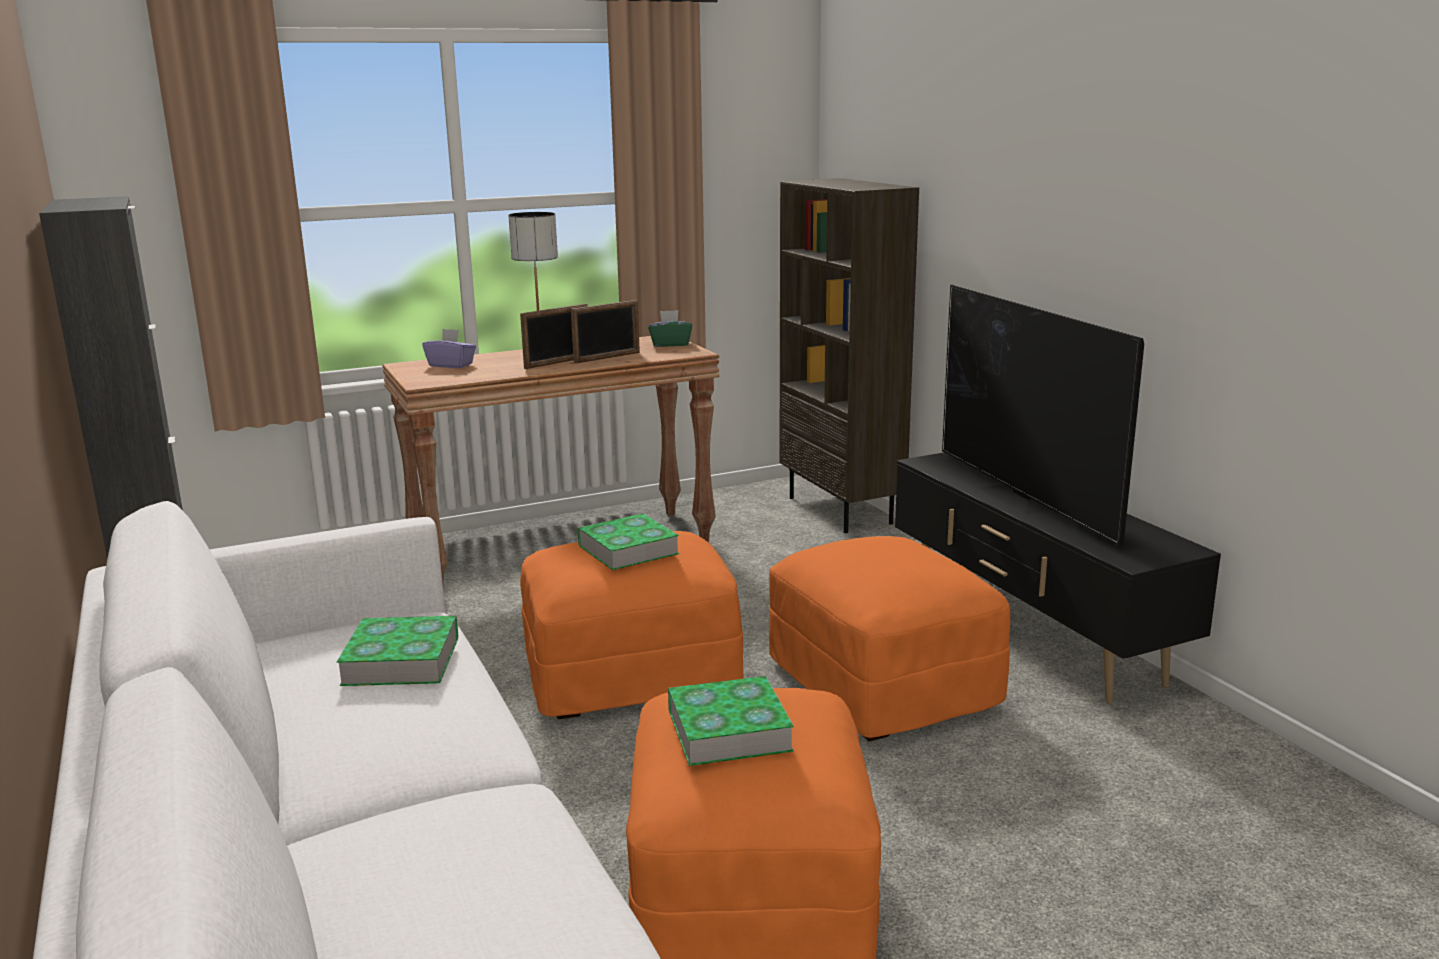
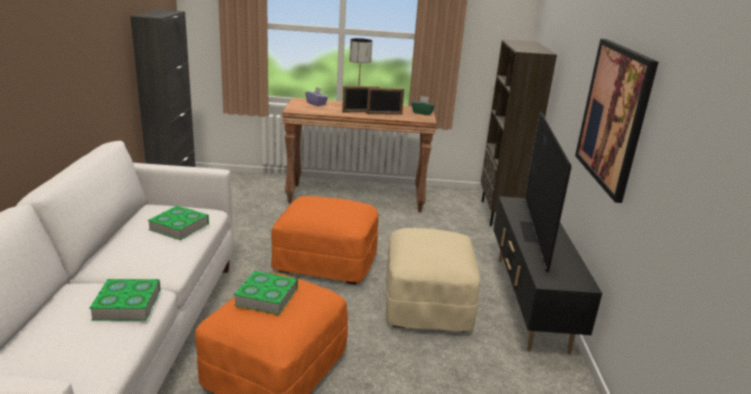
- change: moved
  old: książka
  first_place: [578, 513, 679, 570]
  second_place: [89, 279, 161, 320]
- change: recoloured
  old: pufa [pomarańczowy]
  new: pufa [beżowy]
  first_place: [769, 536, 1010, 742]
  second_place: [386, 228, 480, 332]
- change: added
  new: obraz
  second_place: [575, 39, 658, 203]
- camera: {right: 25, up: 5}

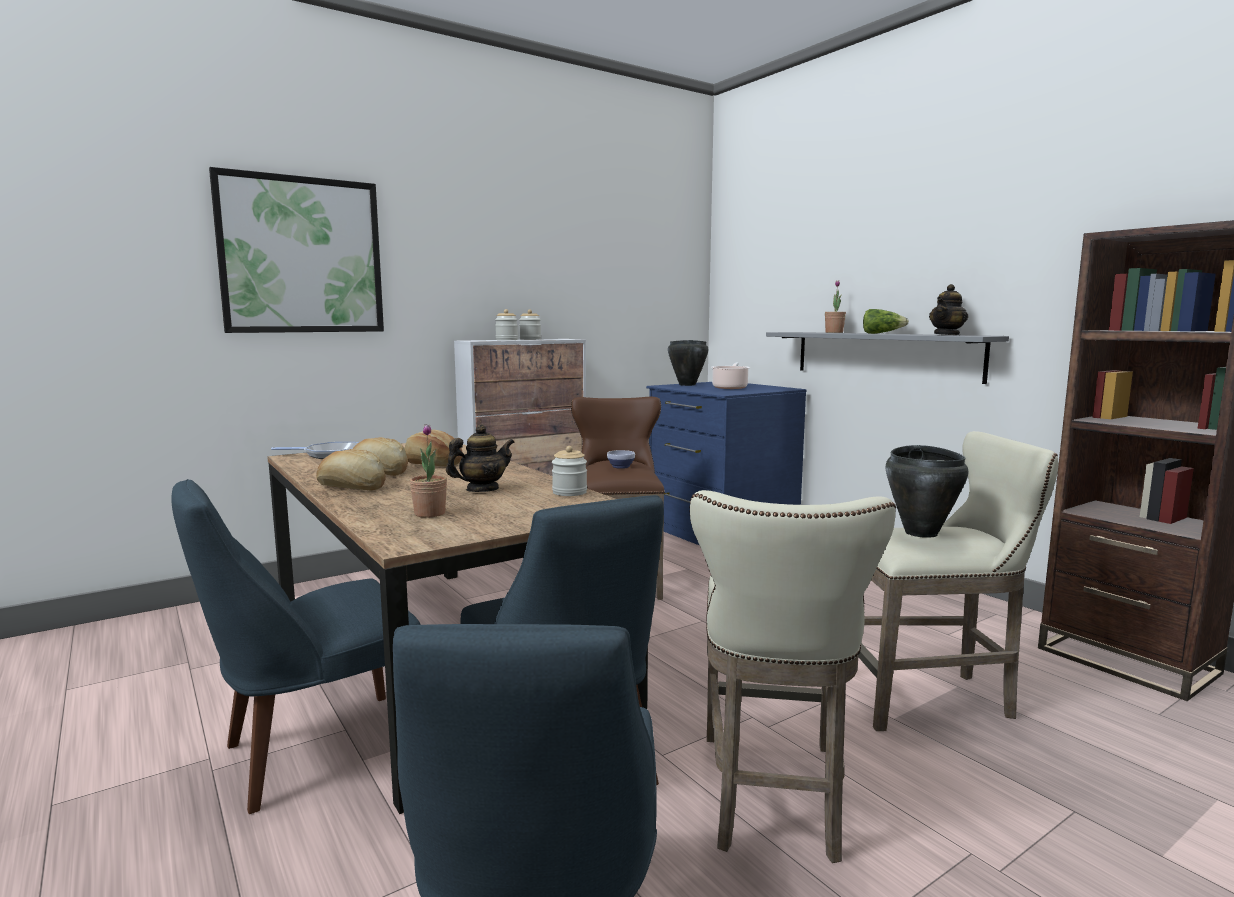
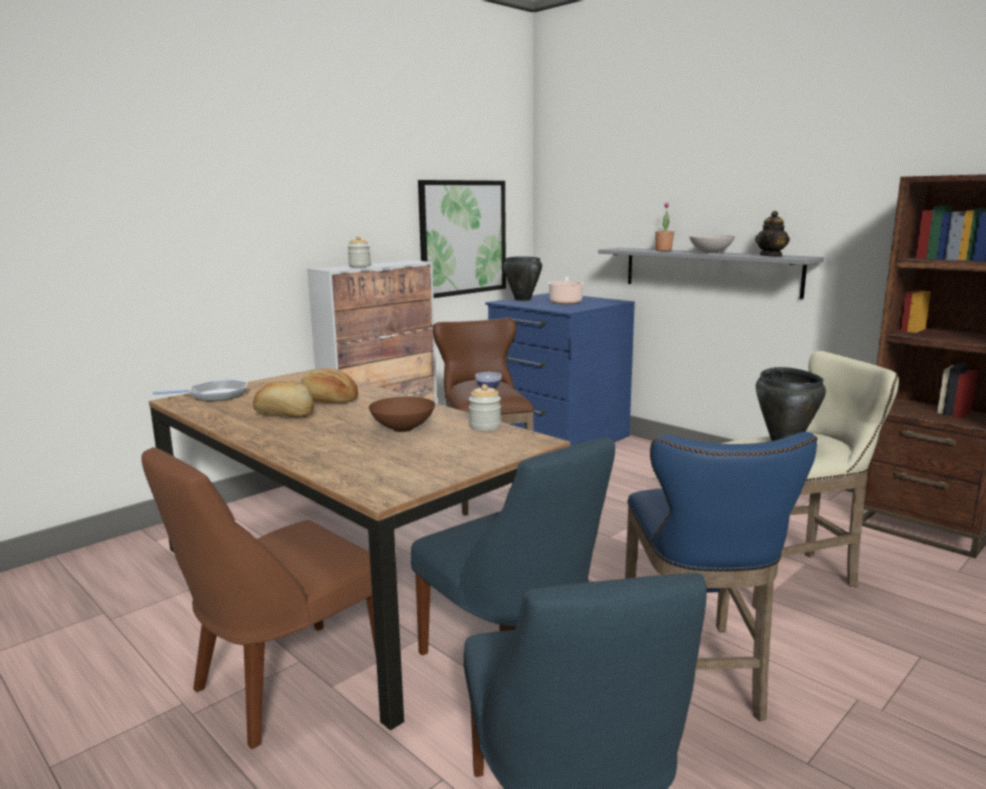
- change: recoloured
  old: krzesło [niebieski]
  new: krzesło [brązowy]
  first_place: [172, 479, 421, 814]
  second_place: [141, 447, 376, 749]
- change: moved
  old: obraz
  first_place: [209, 167, 384, 333]
  second_place: [418, 180, 506, 298]
- change: removed
  old: chleb
  first_place: [316, 449, 386, 491]
- change: removed
  old: roślina doniczkowa
  first_place: [410, 424, 447, 518]
- change: replaced
  old: imbryk
  new: miska [brązowy]
  first_place: [446, 424, 515, 492]
  second_place: [369, 397, 435, 432]
- change: removed
  old: słoik
  first_place: [519, 310, 541, 340]
- change: recoloured
  old: stołek [beżowy]
  new: stołek [niebieski]
  first_place: [689, 490, 896, 863]
  second_place: [625, 432, 817, 722]
- change: replaced
  old: sałata
  new: miska [biały]
  first_place: [863, 309, 909, 334]
  second_place: [689, 235, 735, 254]
- camera: {right: -10, up: 5}

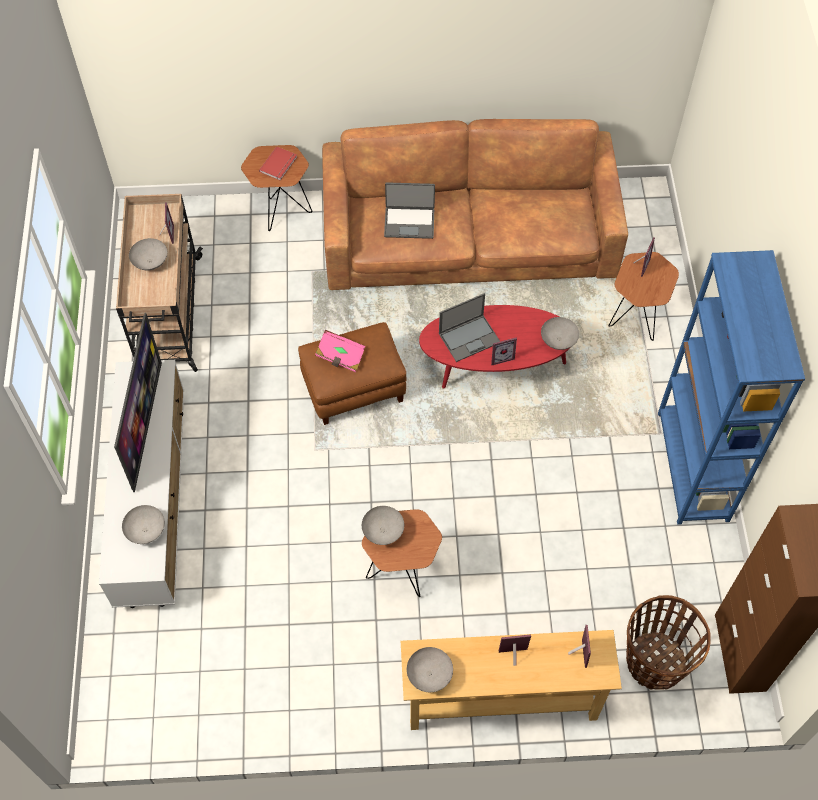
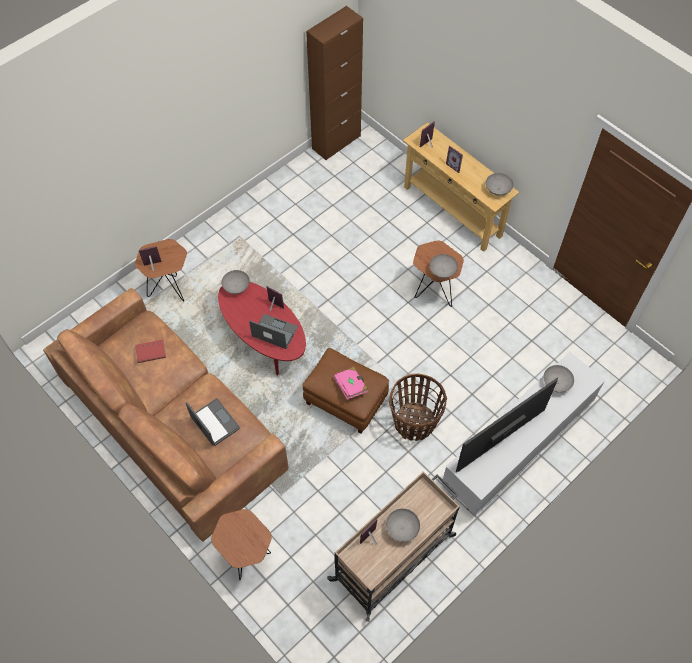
- change: moved
  old: książka [czerwony]
  first_place: [259, 146, 297, 180]
  second_place: [135, 340, 166, 363]
- change: moved
  old: koszyk
  first_place: [626, 595, 711, 690]
  second_place: [389, 374, 447, 441]
- change: removed
  old: regał [niebieski]
  first_place: [658, 250, 805, 525]
- camera: {right: -130, up: 0}

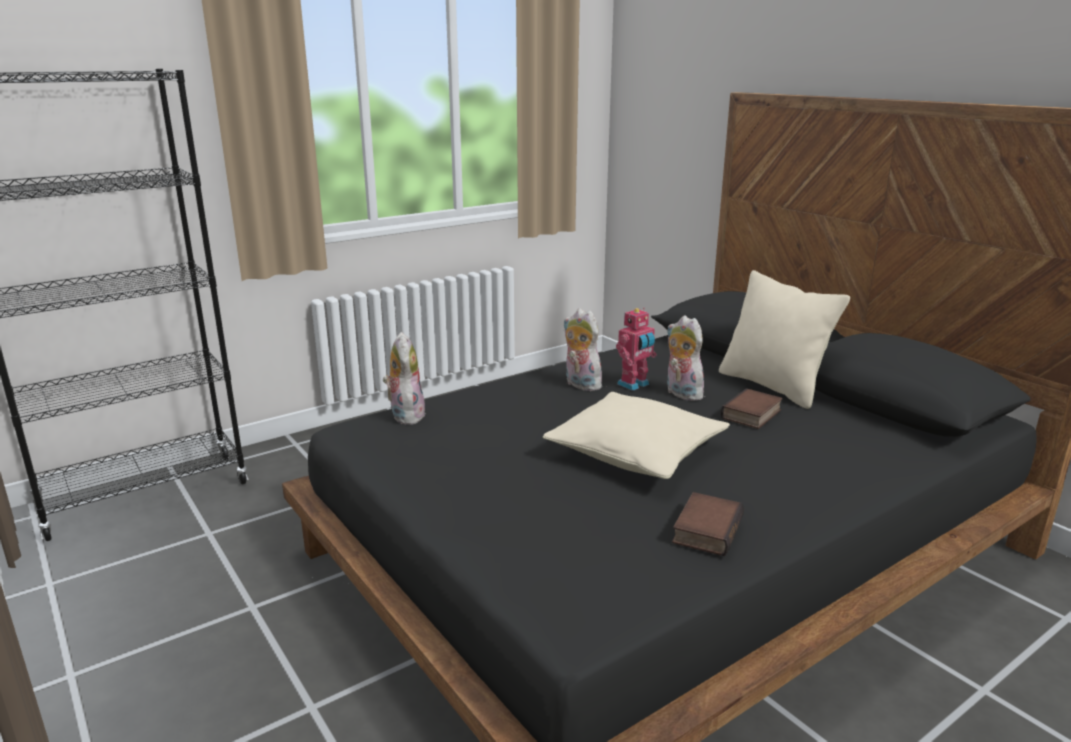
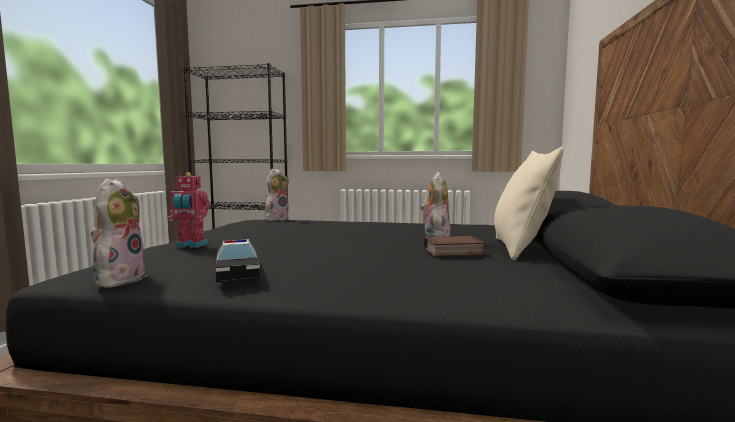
- change: removed
  old: poduszka [beżowy]
  first_place: [543, 392, 730, 479]
- change: moved
  old: pluszak
  first_place: [564, 308, 602, 391]
  second_place: [90, 178, 147, 288]
- change: moved
  old: robot zabawkowy
  first_place: [616, 308, 657, 391]
  second_place: [168, 172, 210, 248]
- change: replaced
  old: książka
  new: samochodzik
  first_place: [672, 492, 744, 556]
  second_place: [215, 239, 260, 282]
- camera: {right: 45, up: -15}

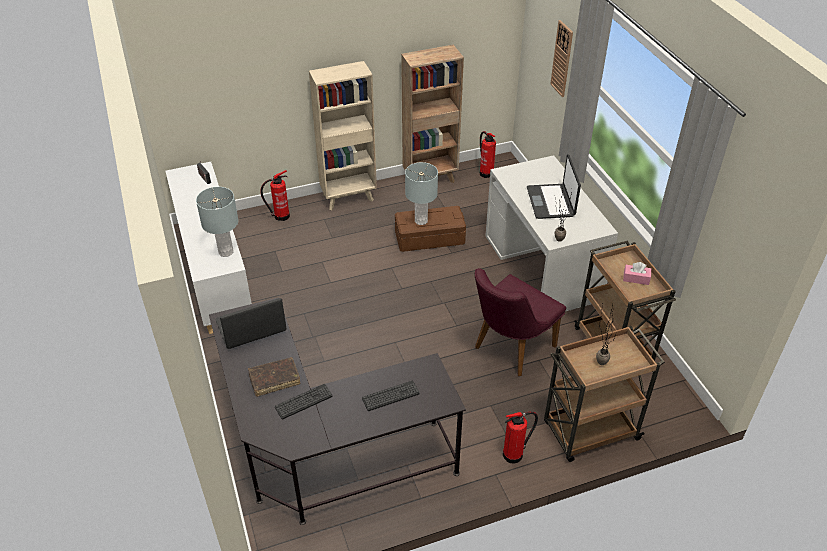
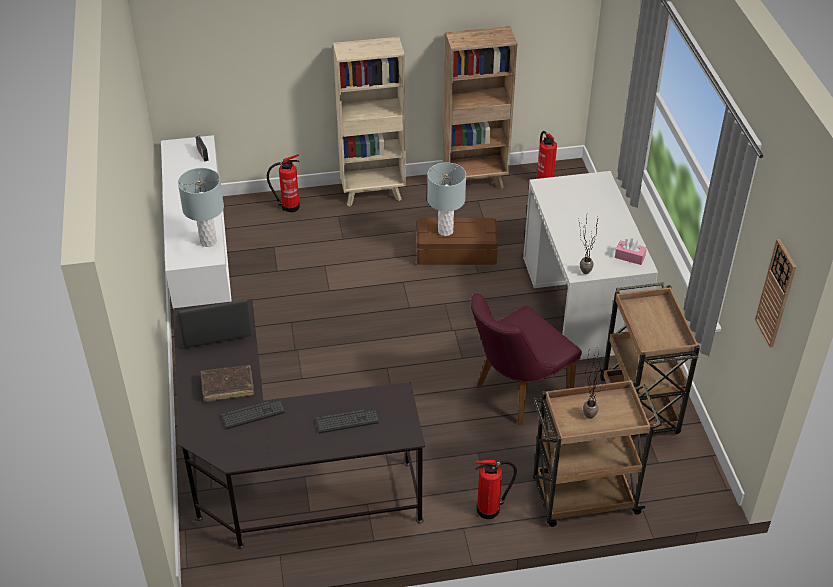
- change: removed
  old: laptop
  first_place: [527, 154, 581, 219]
- change: moved
  old: zegar ścienny
  first_place: [550, 20, 573, 97]
  second_place: [755, 239, 796, 348]
- change: moved
  old: pudełko chusteczek [różowy]
  first_place: [623, 262, 651, 285]
  second_place: [615, 238, 647, 265]
- camera: {right: 10, up: 0}

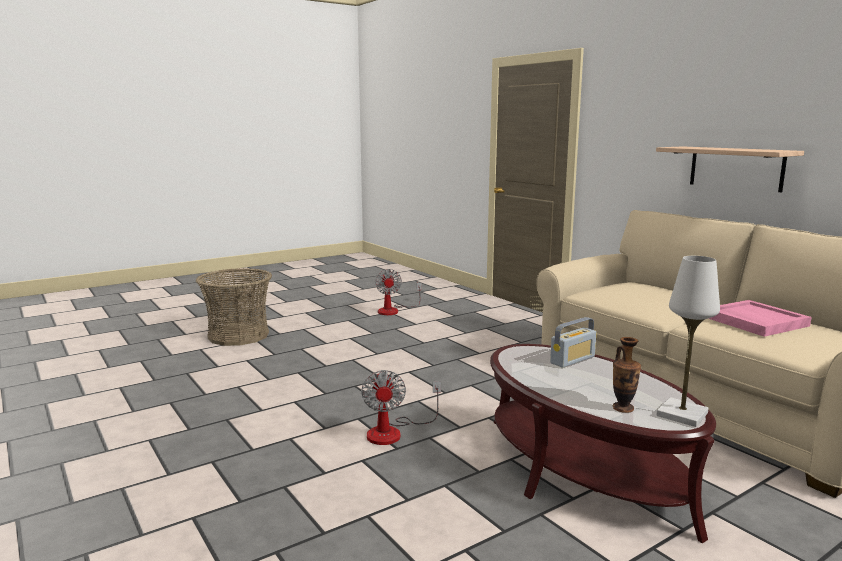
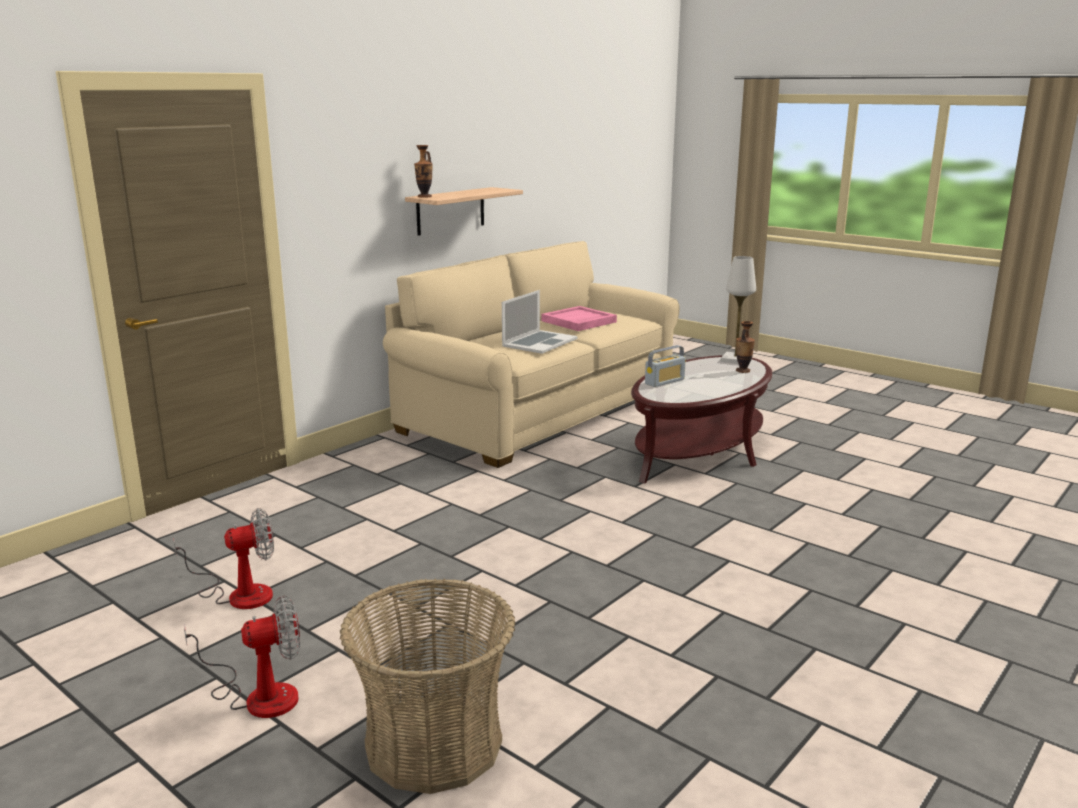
- change: moved
  old: wentylator
  first_place: [361, 370, 441, 445]
  second_place: [184, 596, 300, 718]
- change: turned
  old: radio
  first_place: [550, 317, 597, 368]
  second_place: [645, 345, 686, 387]
  degrees: 105
- change: added
  new: wazon
  second_place: [414, 145, 433, 198]
- change: added
  new: laptop
  second_place: [502, 290, 578, 354]
- camera: {right: -105, up: 5}

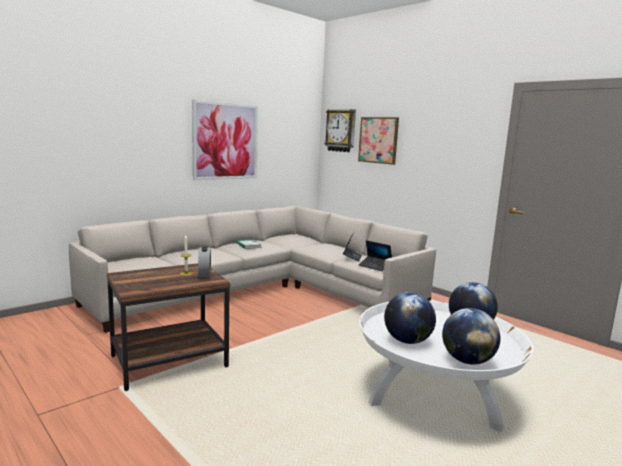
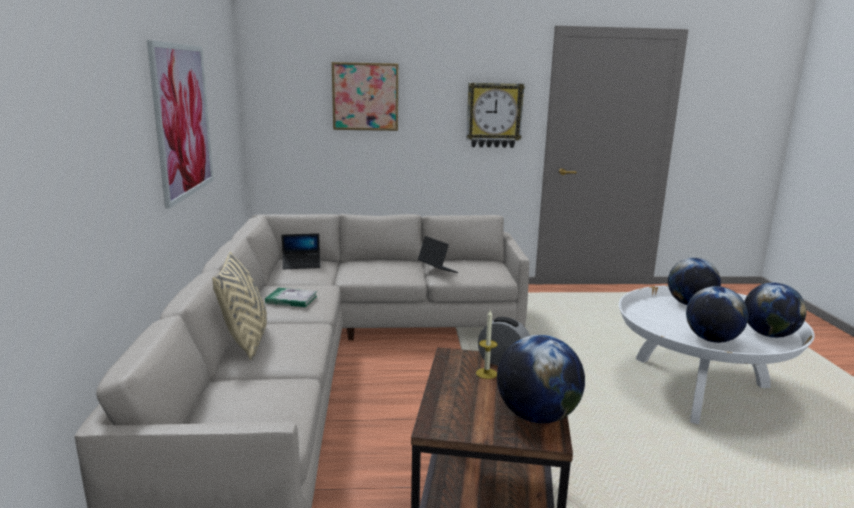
- change: moved
  old: zegar ścienny
  first_place: [324, 109, 356, 152]
  second_place: [466, 83, 525, 148]
- change: moved
  old: laptop
  first_place: [359, 240, 392, 272]
  second_place: [281, 233, 321, 269]
- change: added
  new: poduszka [beżowy]
  second_place: [212, 251, 267, 360]
- change: added
  new: globus
  second_place: [497, 335, 585, 423]
- camera: {right: -50, up: 5}

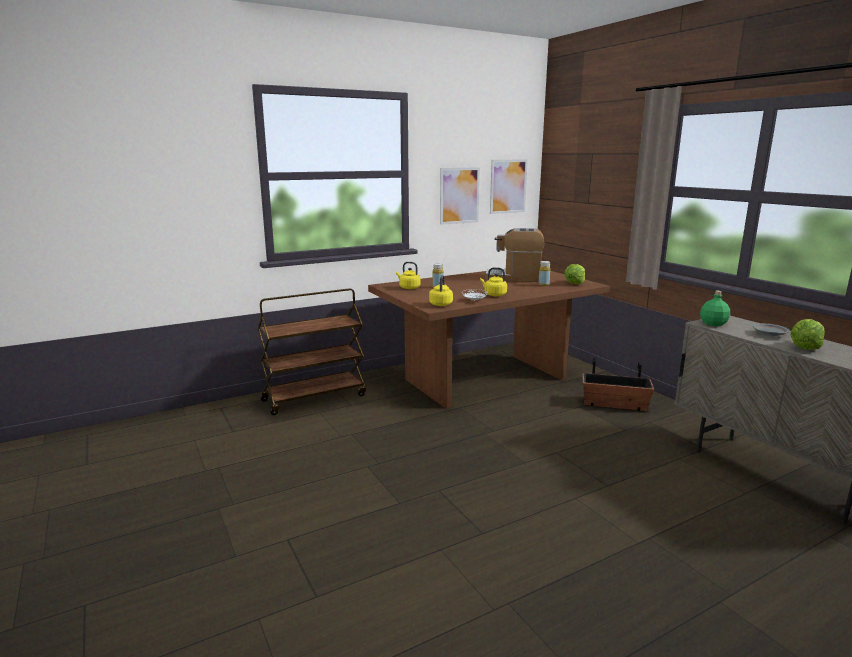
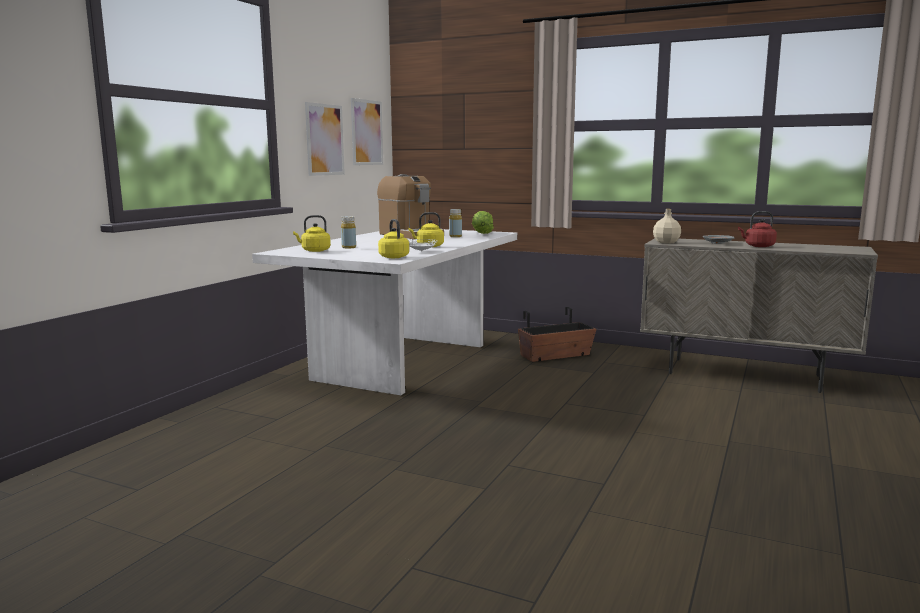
- change: removed
  old: wózek [brązowy]
  first_place: [258, 288, 366, 415]
- change: recoloured
  old: stół jadalny [brązowy]
  new: stół jadalny [biały]
  first_place: [368, 271, 610, 409]
  second_place: [252, 229, 517, 395]
- change: turned
  old: ekspres do kawy
  first_place: [485, 228, 544, 282]
  second_place: [377, 174, 444, 239]
  degrees: -105
- change: recoloured
  old: butelka [zielony]
  new: butelka [beżowy]
  first_place: [700, 291, 730, 326]
  second_place: [653, 209, 681, 244]
- change: replaced
  old: sałata
  new: czajnik [czerwony]
  first_place: [790, 319, 825, 350]
  second_place: [738, 211, 777, 247]
- camera: {right: -35, up: -5}

